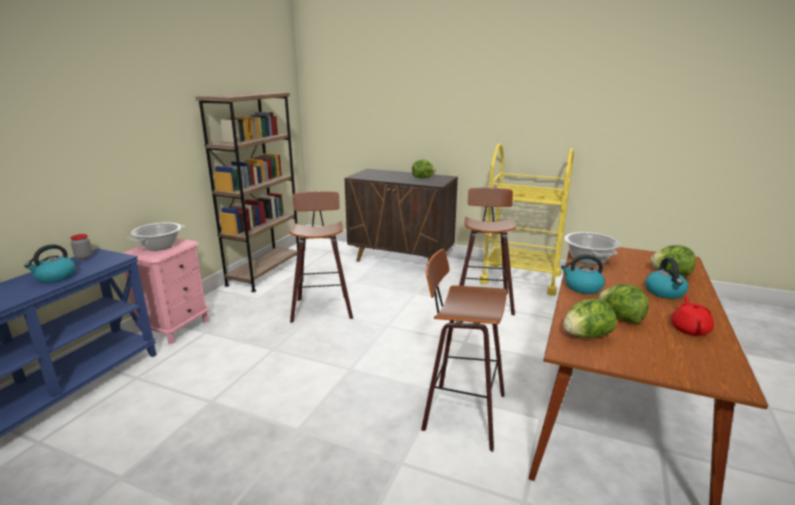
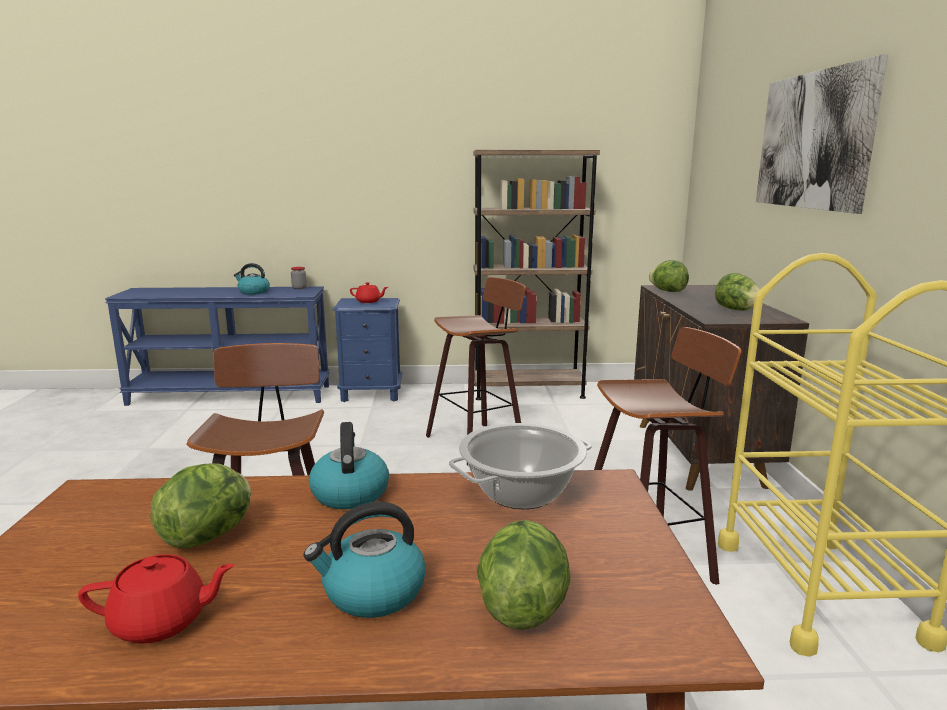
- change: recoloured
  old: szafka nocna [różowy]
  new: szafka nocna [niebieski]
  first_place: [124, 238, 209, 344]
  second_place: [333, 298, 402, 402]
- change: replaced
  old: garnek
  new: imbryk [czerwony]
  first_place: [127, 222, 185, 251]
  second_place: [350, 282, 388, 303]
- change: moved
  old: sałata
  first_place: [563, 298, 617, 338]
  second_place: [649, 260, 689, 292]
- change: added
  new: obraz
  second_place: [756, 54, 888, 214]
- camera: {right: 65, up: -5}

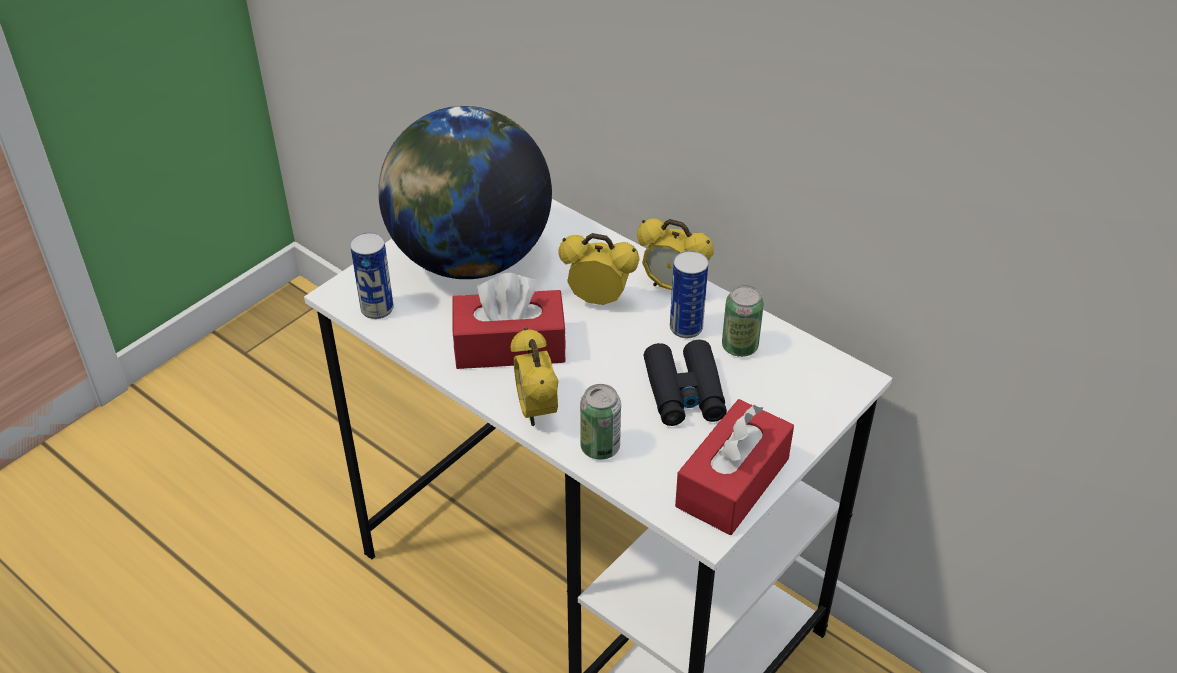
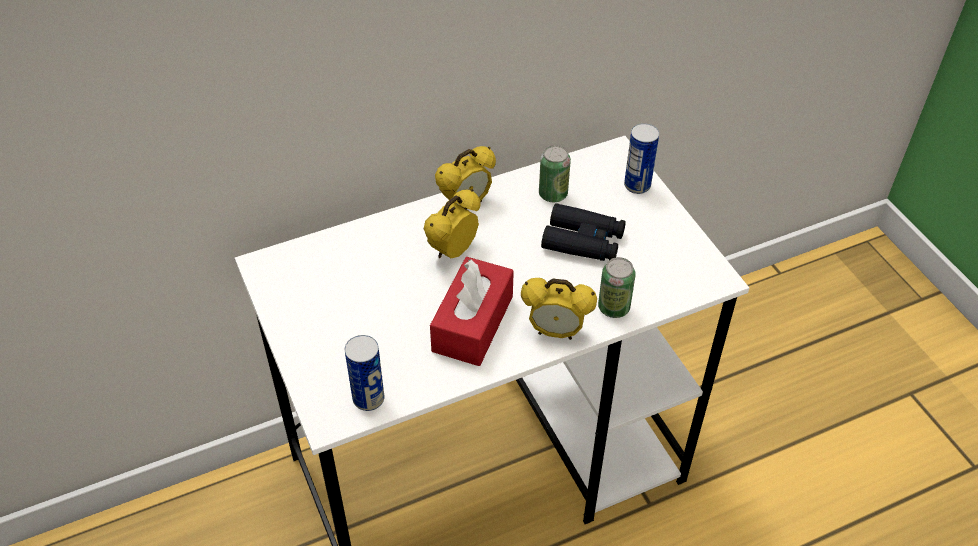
- change: removed
  old: globus
  first_place: [378, 106, 552, 279]
- change: moved
  old: puszka
  first_place: [670, 251, 708, 338]
  second_place: [624, 123, 659, 194]
- change: removed
  old: pudełko chusteczek [czerwony]
  first_place: [675, 399, 794, 535]
- camera: {right: -65, up: 5}

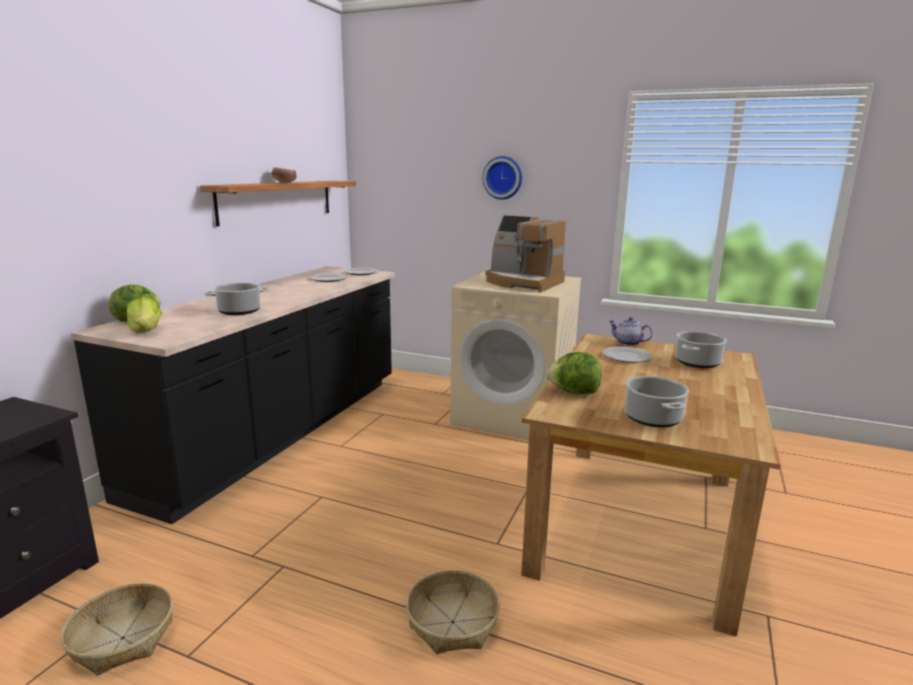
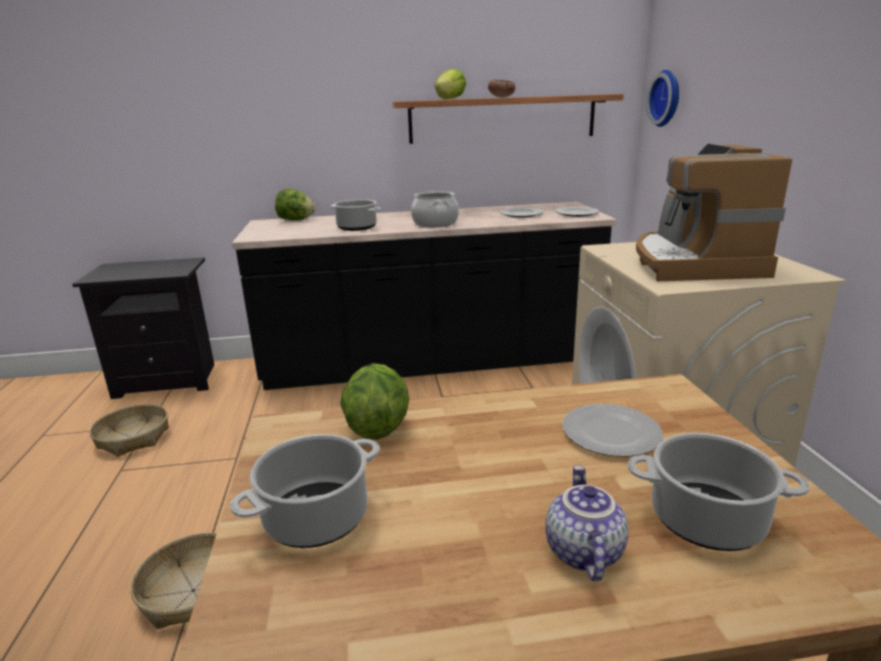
- change: moved
  old: sałata
  first_place: [127, 297, 162, 333]
  second_place: [434, 69, 466, 99]
- change: moved
  old: zegar ścienny
  first_place: [483, 156, 522, 200]
  second_place: [647, 70, 679, 127]
- change: moved
  old: imbryk
  first_place: [609, 317, 653, 346]
  second_place: [546, 465, 629, 582]
- change: added
  new: garnek
  second_place: [411, 191, 459, 227]
- camera: {right: 60, up: 5}

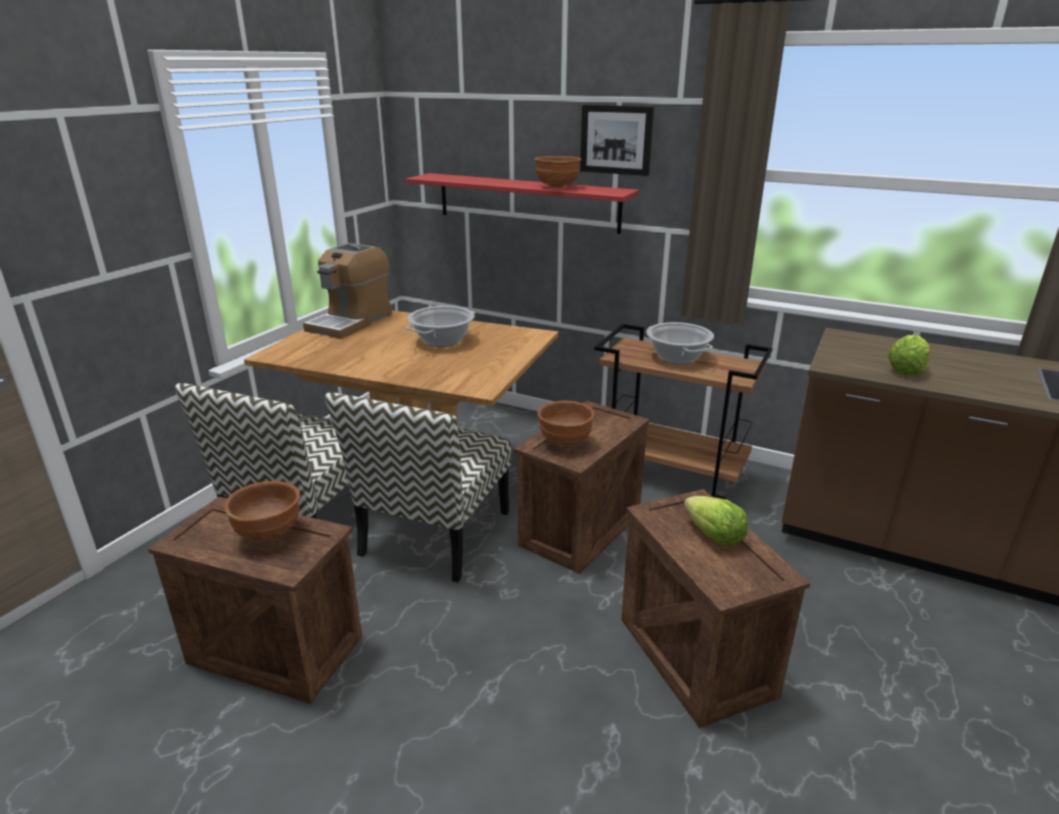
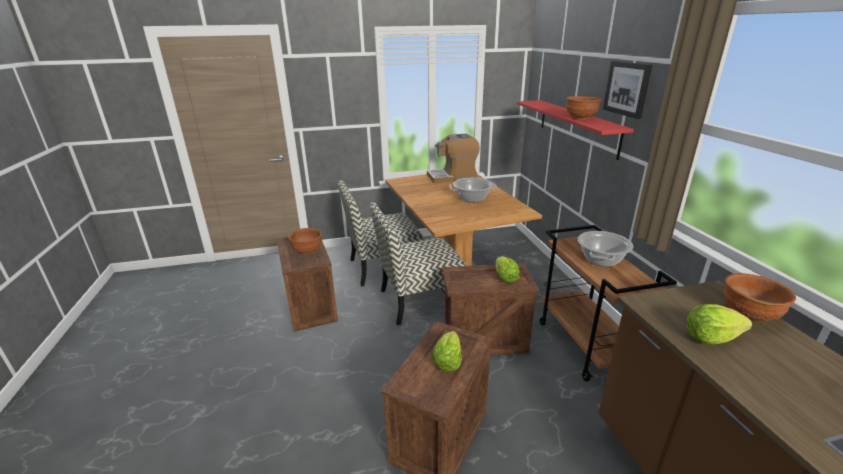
- change: moved
  old: miska [brązowy]
  first_place: [537, 401, 595, 446]
  second_place: [724, 273, 796, 321]
- change: added
  new: sałata
  second_place: [496, 256, 520, 283]
- camera: {right: 50, up: 0}

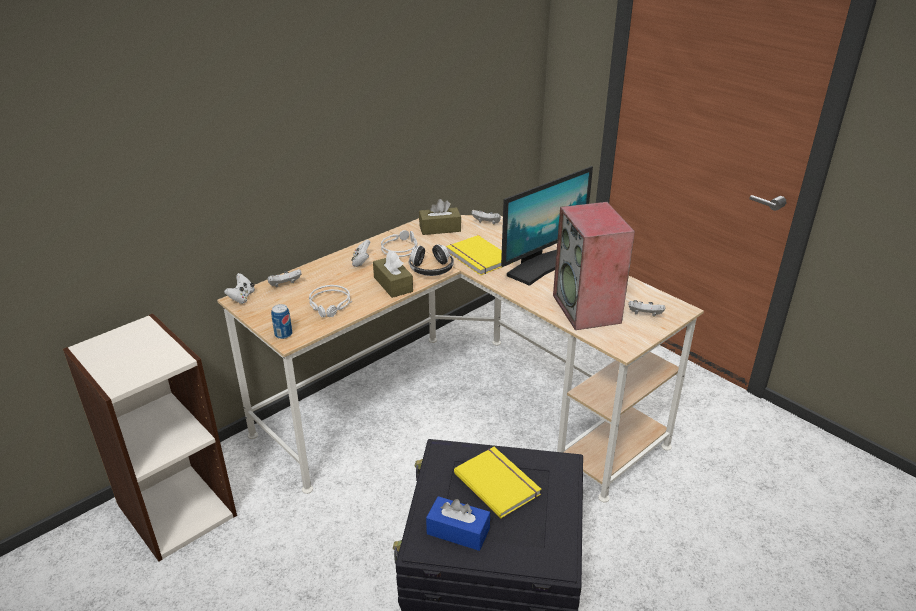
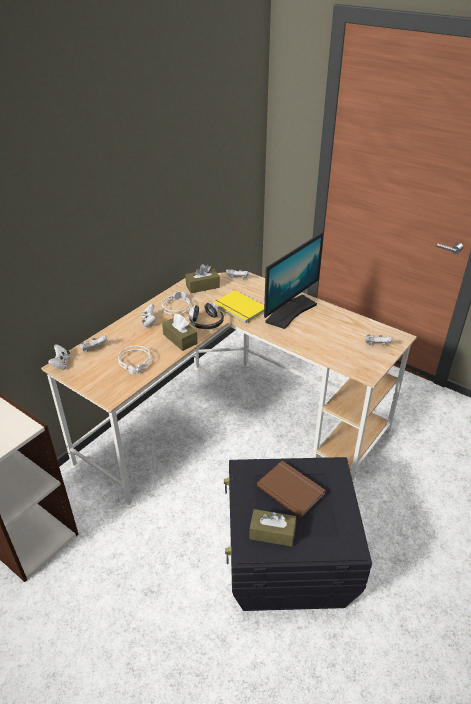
- change: removed
  old: puszka
  first_place: [271, 304, 292, 339]
- change: recoloured
  old: pudełko chusteczek [niebieski]
  new: pudełko chusteczek [brązowy]
  first_place: [426, 496, 490, 551]
  second_place: [249, 509, 296, 547]
- change: recoloured
  old: książka [żółty]
  new: książka [brązowy]
  first_place: [454, 447, 541, 519]
  second_place: [257, 461, 326, 518]
- change: removed
  old: głośnik
  first_place: [553, 202, 635, 330]
- camera: {right: -10, up: 5}

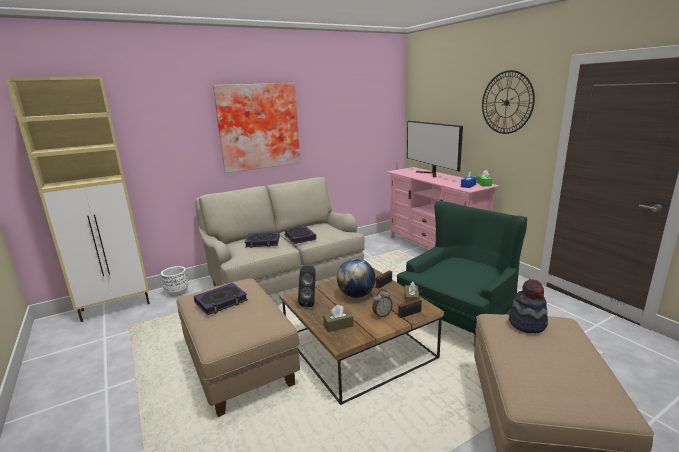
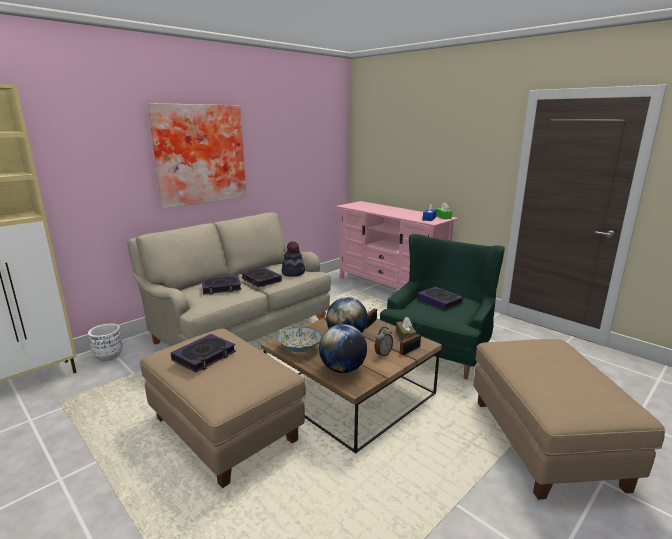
- change: replaced
  old: głośnik [czarny]
  new: miska
  first_place: [298, 266, 316, 307]
  second_place: [277, 327, 322, 352]
- change: replaced
  old: pudełko chusteczek [brązowy]
  new: globus
  first_place: [323, 305, 353, 332]
  second_place: [319, 324, 367, 373]
- change: removed
  old: telewizor
  first_place: [407, 121, 463, 177]
- change: removed
  old: zegar ścienny
  first_place: [482, 70, 535, 134]
- change: moved
  old: kapelusz
  first_place: [509, 279, 548, 333]
  second_place: [282, 241, 305, 277]
- change: added
  new: książka
  second_place: [417, 287, 464, 310]
- camera: {right: -15, up: 0}

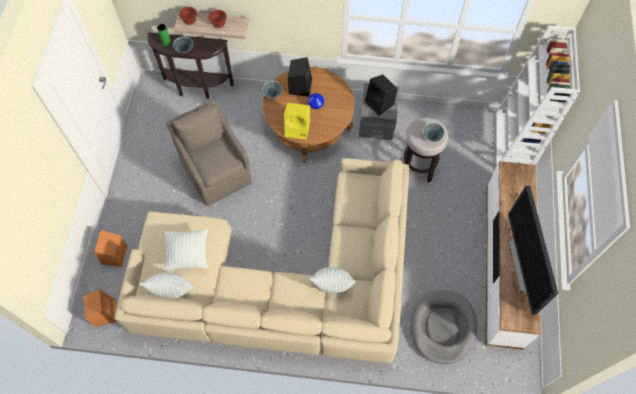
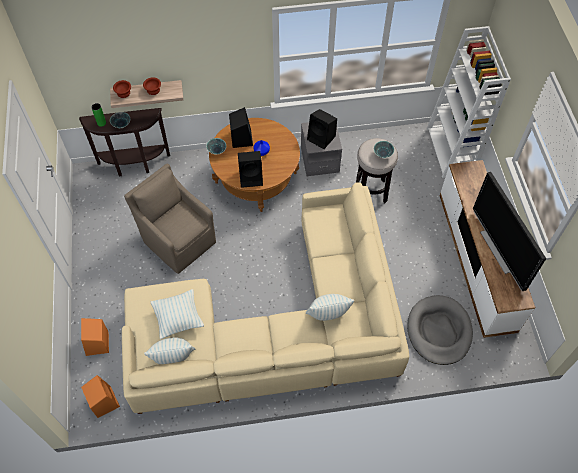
- change: recoloured
  old: głośnik [żółty]
  new: głośnik [czarny]
  first_place: [284, 103, 310, 140]
  second_place: [238, 151, 263, 188]
- camera: {right: -15, up: -5}

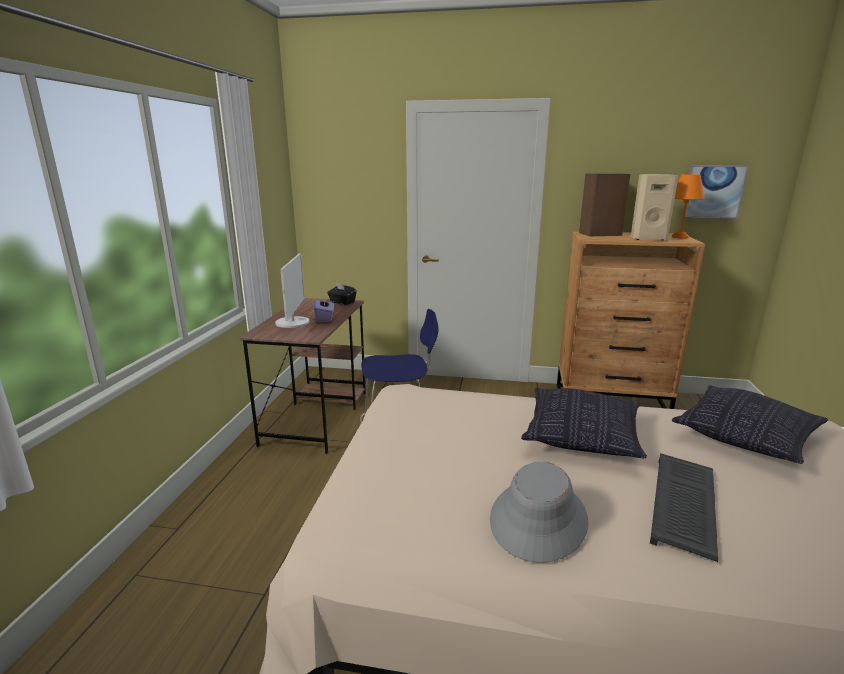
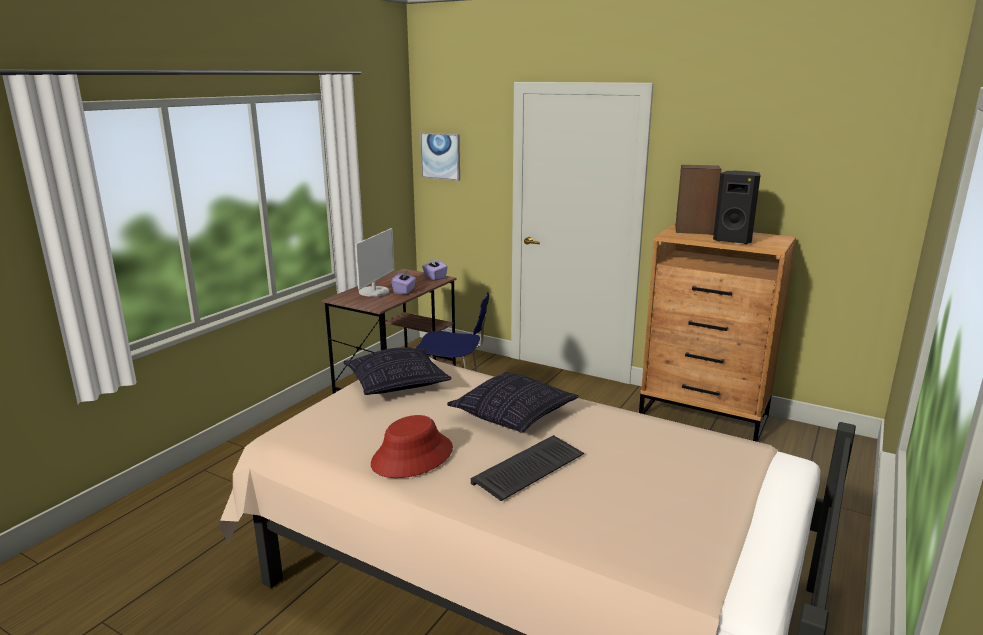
- change: recoloured
  old: pudełko chusteczek [czarny]
  new: pudełko chusteczek [fioletowy]
  first_place: [327, 283, 357, 305]
  second_place: [422, 258, 447, 280]
- change: recoloured
  old: kapelusz [szary]
  new: kapelusz [czerwony]
  first_place: [490, 462, 589, 563]
  second_place: [371, 415, 453, 478]
- change: recoloured
  old: głośnik [beżowy]
  new: głośnik [czarny]
  first_place: [631, 174, 679, 240]
  second_place: [713, 171, 761, 244]
- change: removed
  old: lampa stołowa [pomarańczowy]
  first_place: [672, 174, 705, 239]
- change: moved
  old: poduszka
  first_place: [672, 385, 828, 464]
  second_place: [344, 347, 452, 395]
- change: moved
  old: obraz
  first_place: [682, 165, 748, 219]
  second_place: [420, 132, 460, 181]
- camera: {right: 20, up: 0}

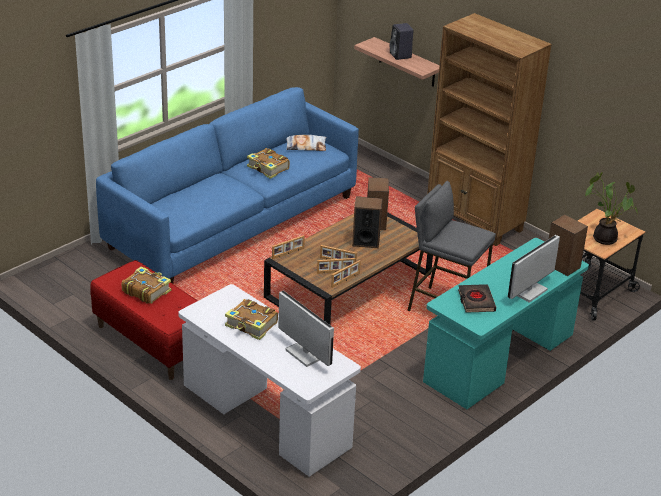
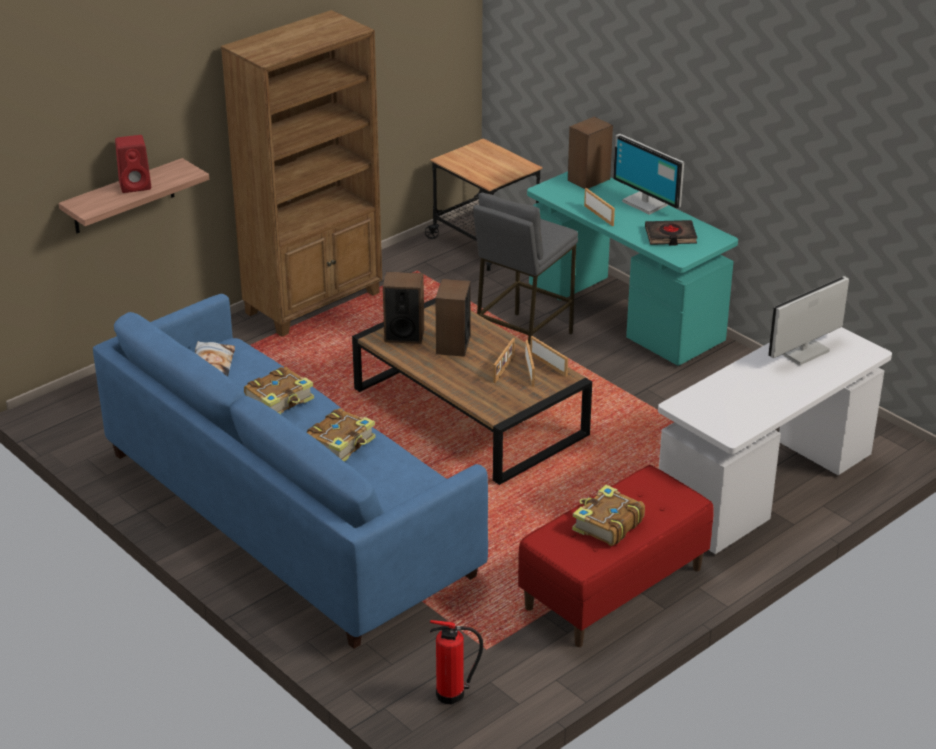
- change: moved
  old: książka
  first_place: [225, 299, 278, 340]
  second_place: [307, 408, 376, 462]
- change: moved
  old: ramka na zdjęcie
  first_place: [272, 235, 305, 259]
  second_place: [584, 188, 615, 226]
- change: recoloured
  old: głośnik [czarny]
  new: głośnik [czerwony]
  first_place: [390, 23, 414, 60]
  second_place: [115, 135, 151, 193]
- change: removed
  old: roślina doniczkowa
  first_place: [585, 172, 638, 245]
- change: added
  new: gaśnica
  second_place: [430, 620, 483, 704]
- camera: {right: -85, up: 0}

